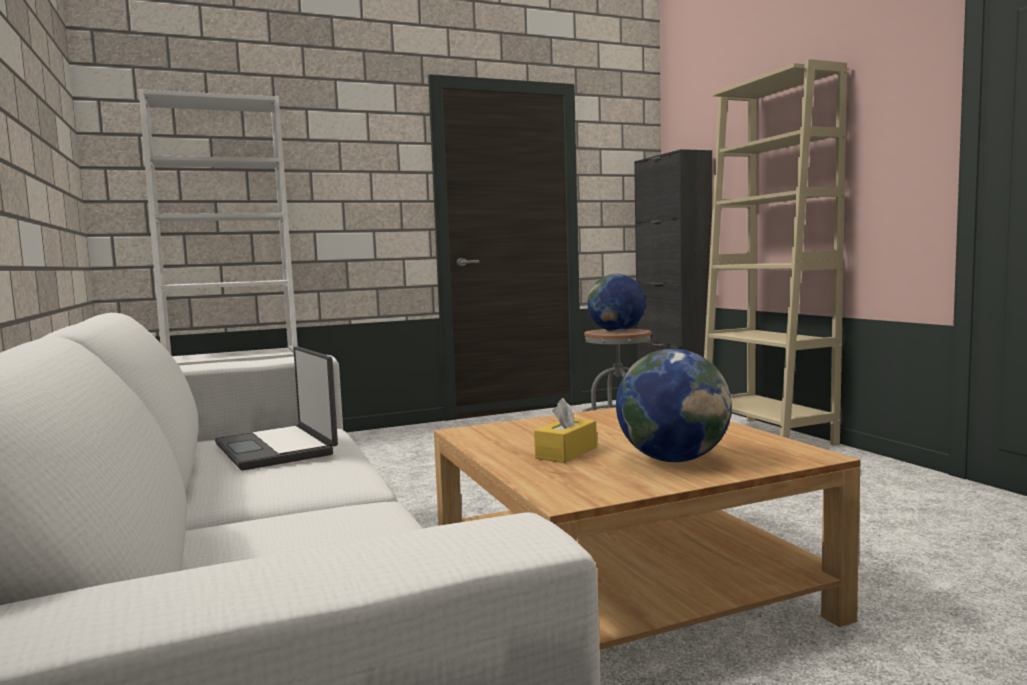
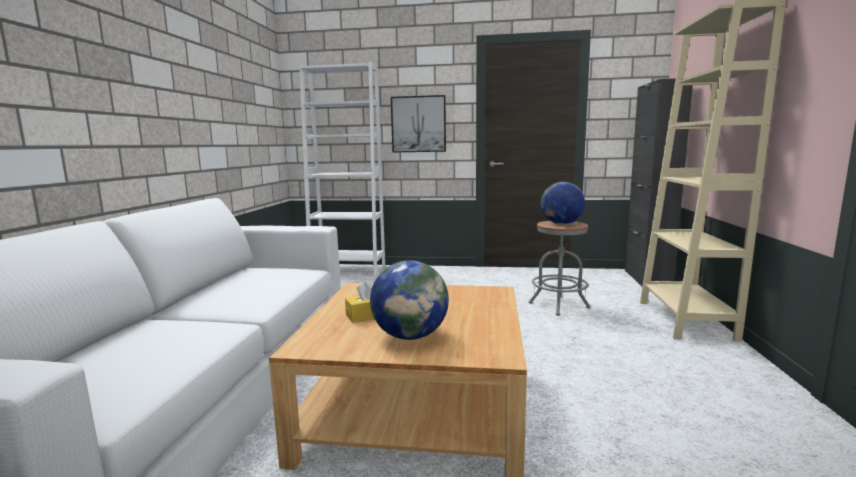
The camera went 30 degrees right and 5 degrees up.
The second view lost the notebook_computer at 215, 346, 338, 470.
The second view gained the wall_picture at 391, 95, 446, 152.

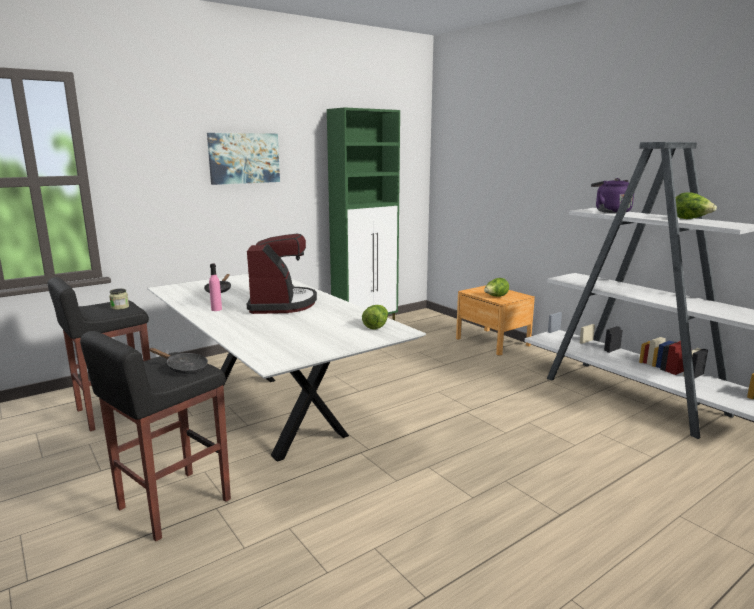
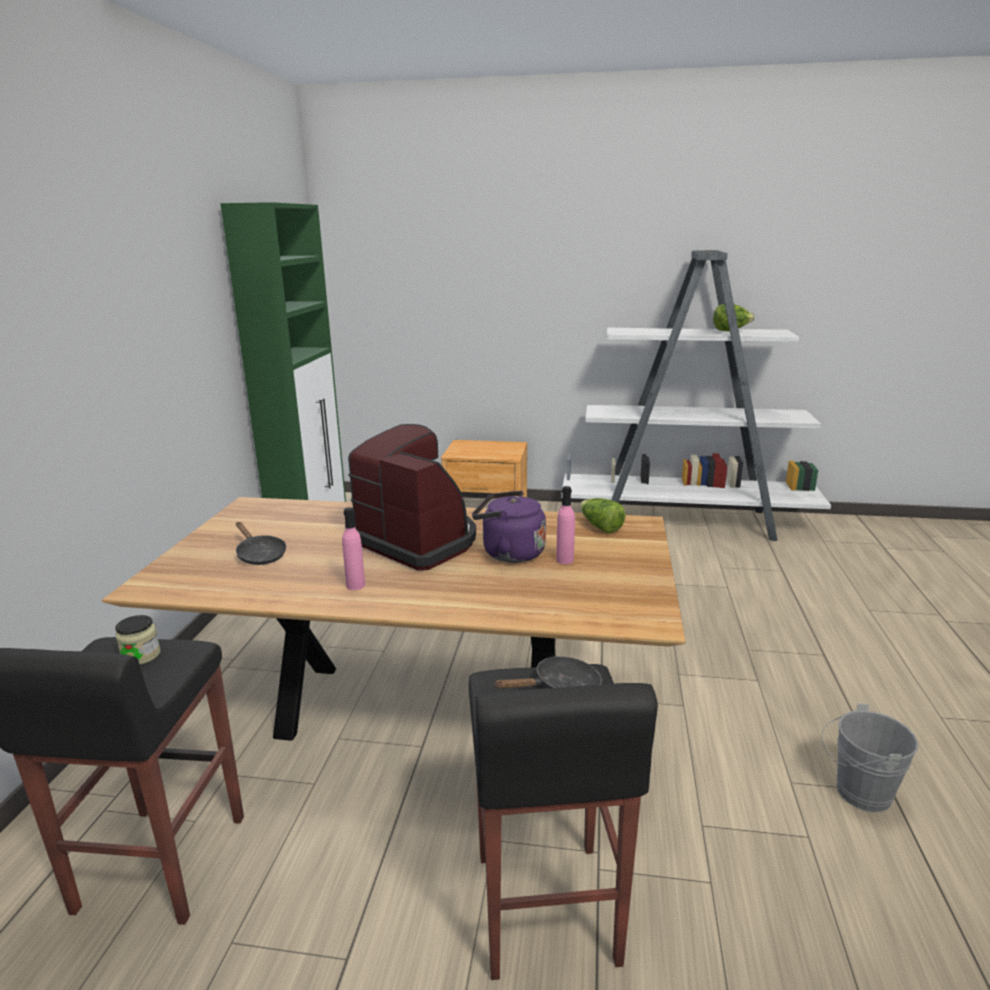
The camera went 45 degrees left and 5 degrees up.
What was the whitish_dining_table at 147, 274, 426, 462 turned into the brownish_dining_table at 102, 497, 686, 741.
The second view lost the wall_picture at 207, 133, 280, 185.
The second view lost the head_of_lettuce at 484, 278, 509, 297.
The purplish_tea_kettle ended up elsewhere, having gone from 591, 178, 634, 213 to 472, 491, 546, 563.
The second view gained the pink_bottle at 556, 486, 575, 564.
The second view gained the grey_pail at 822, 703, 918, 813.

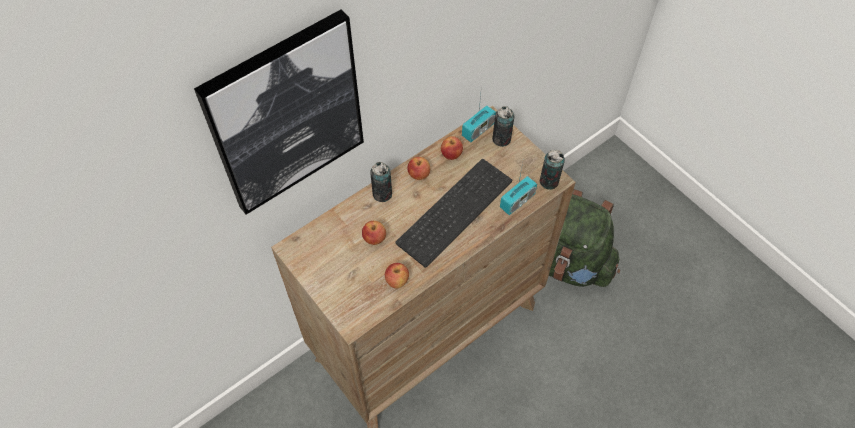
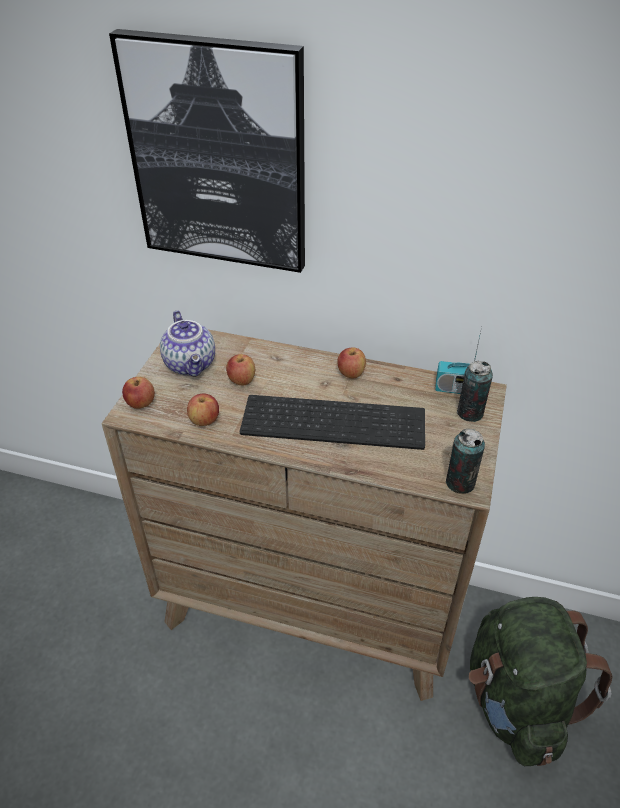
The camera went 55 degrees right and 15 degrees down.
The second view lost the can at 370, 162, 392, 202.
The whole_apple ended up elsewhere, having gone from 441, 136, 463, 160 to 122, 377, 155, 409.
The second view lost the radio at 500, 163, 537, 215.
The second view gained the pot_for_tea at 160, 310, 215, 376.

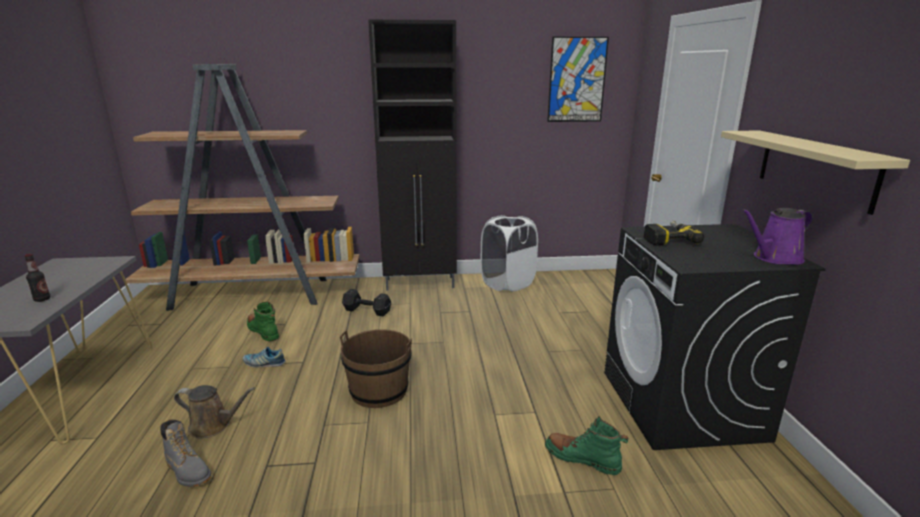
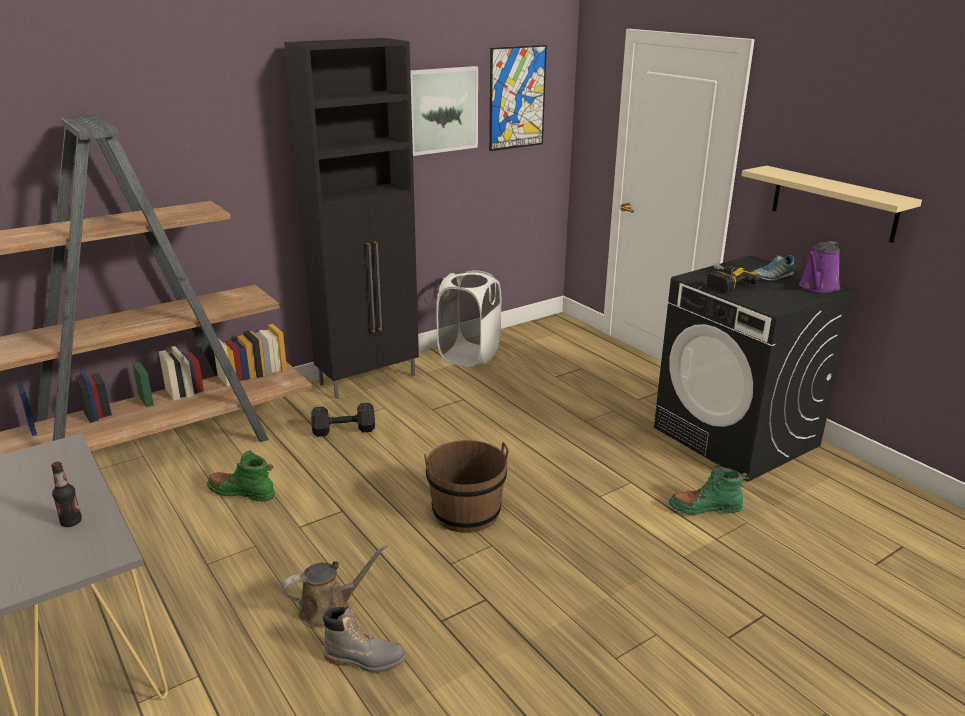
The camera went 30 degrees left and 5 degrees up.
The item_of_footwear ended up elsewhere, having gone from 243, 347, 285, 367 to 753, 255, 794, 281.
The second view gained the wall_picture at 410, 66, 478, 156.

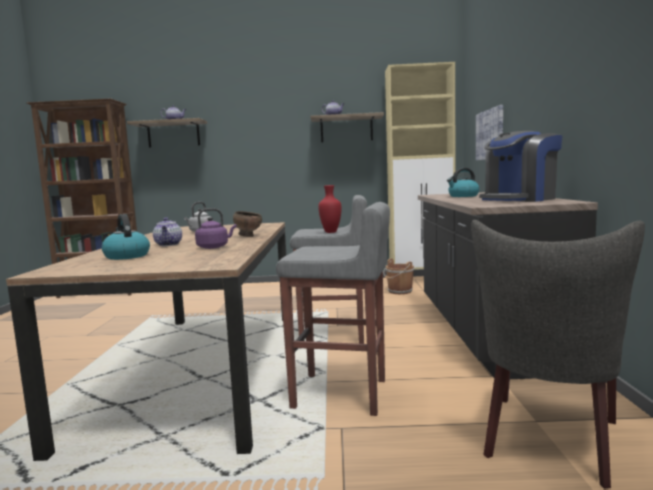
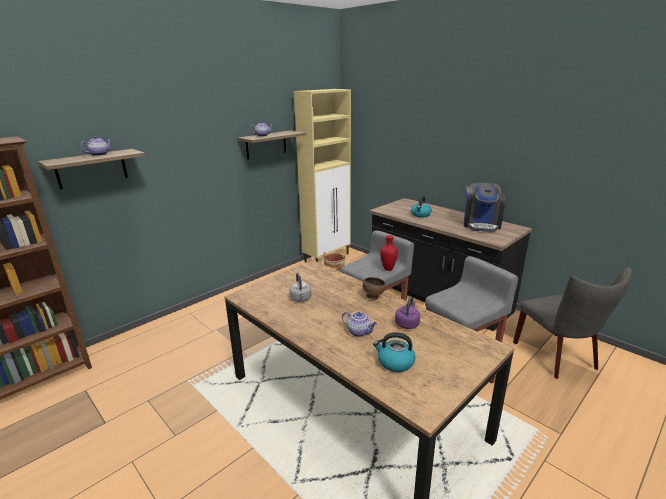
The camera went 45 degrees left and 15 degrees up.
The second view lost the wall_picture at 476, 105, 503, 160.

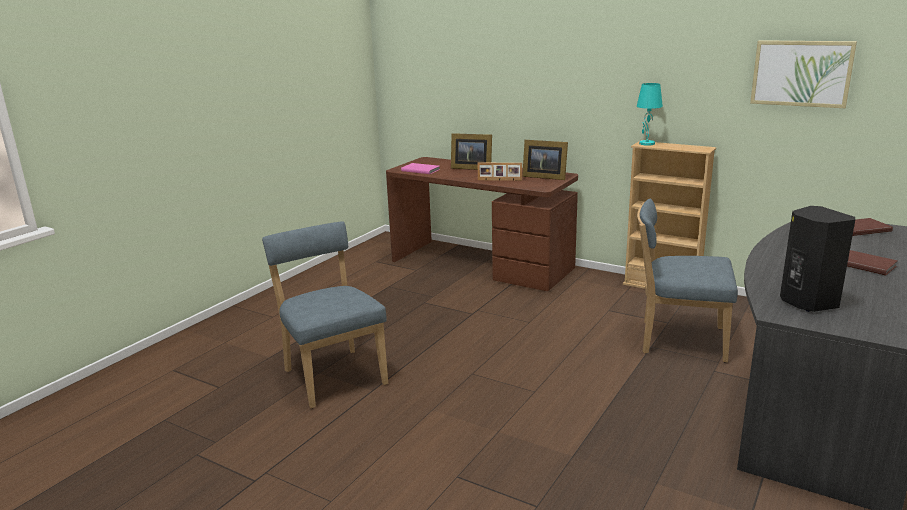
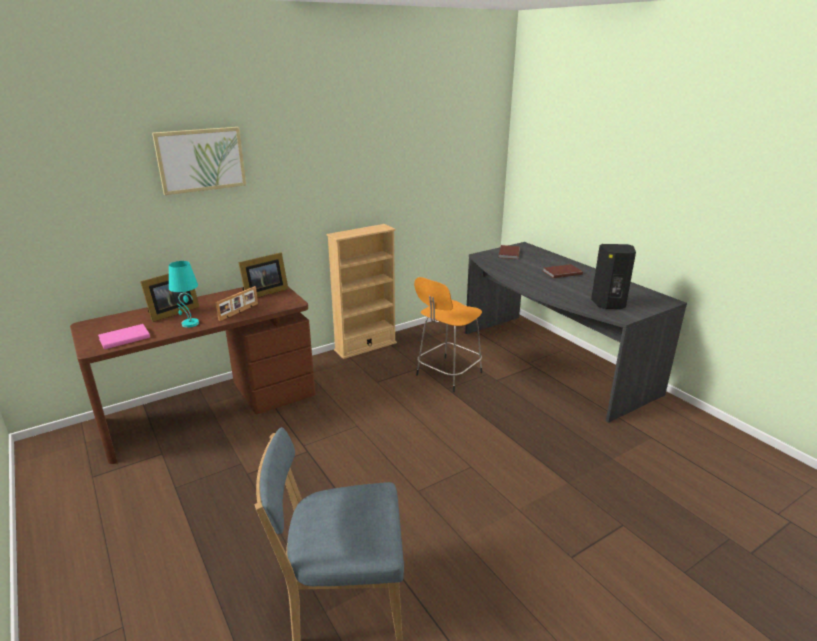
The camera went 65 degrees left and 5 degrees up.
The turquoise-coloured_tabletop_lamp ended up elsewhere, having gone from 637, 83, 663, 146 to 169, 261, 199, 328.
Where the bluish_chair stood at 637, 198, 738, 363, the orange-coloured_sitting_stool came to stand at 414, 277, 482, 392.
The wall_picture ended up elsewhere, having gone from 750, 40, 857, 108 to 152, 127, 246, 195.

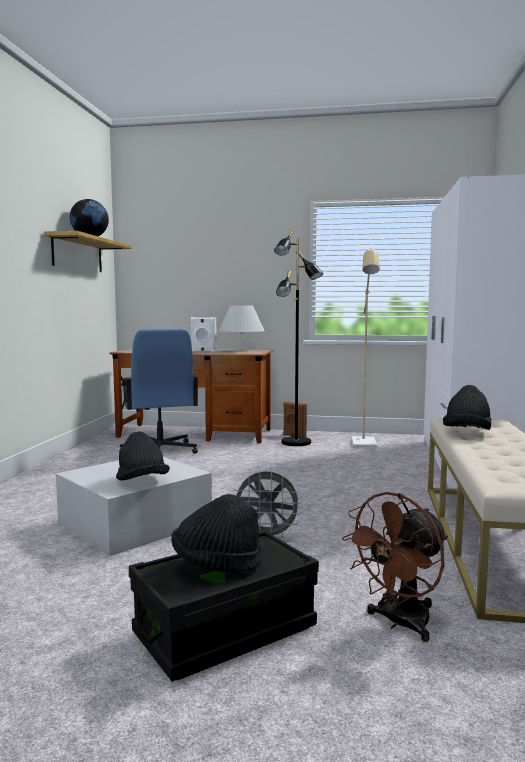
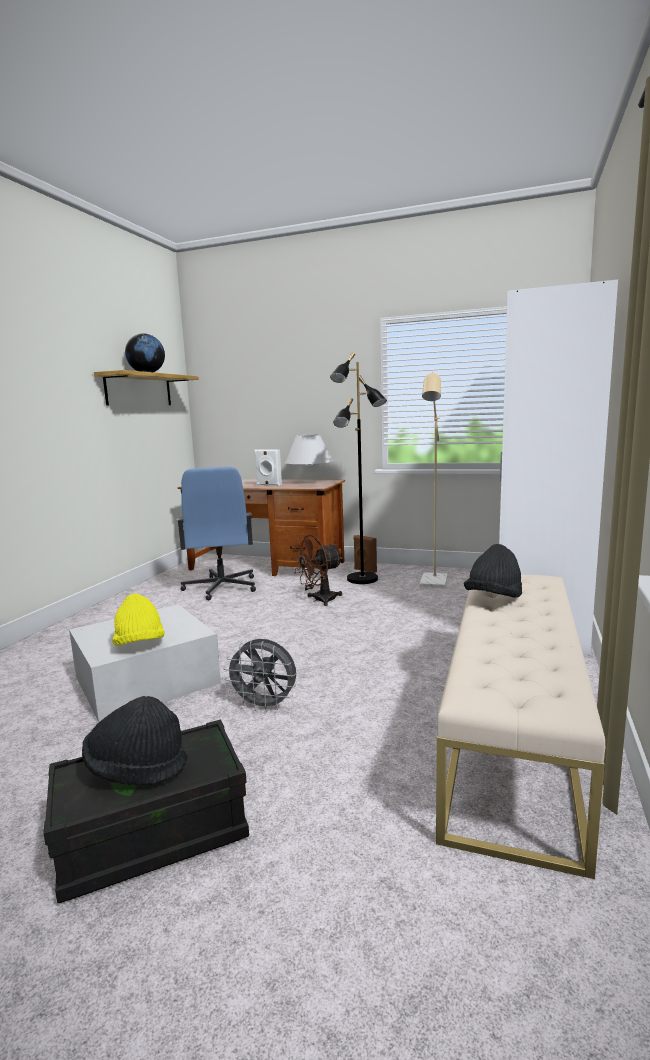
The camera went 10 degrees right and 5 degrees up.
What was the black-coloured_hat at 116, 432, 170, 480 turned into the yellowish_hat at 112, 593, 165, 646.
The brownish_cooling_fan ended up elsewhere, having gone from 342, 492, 448, 642 to 291, 535, 343, 606.

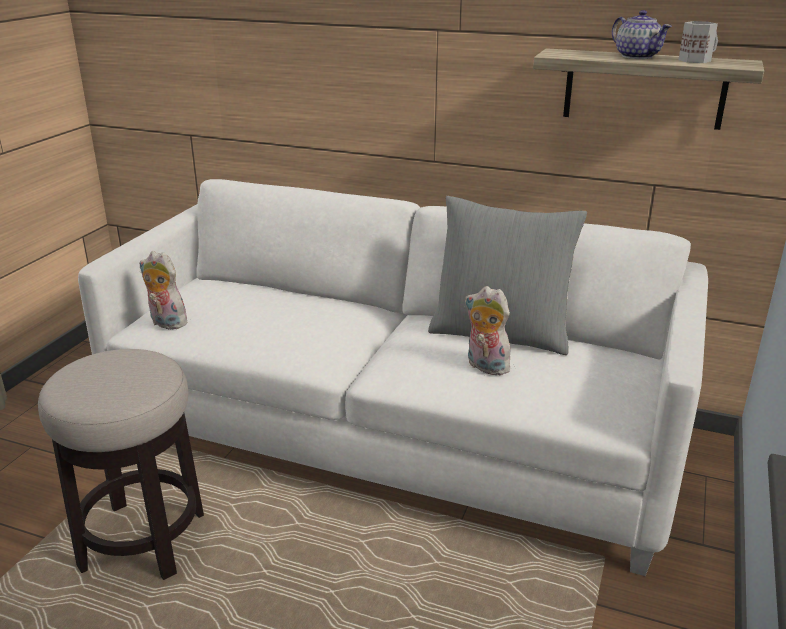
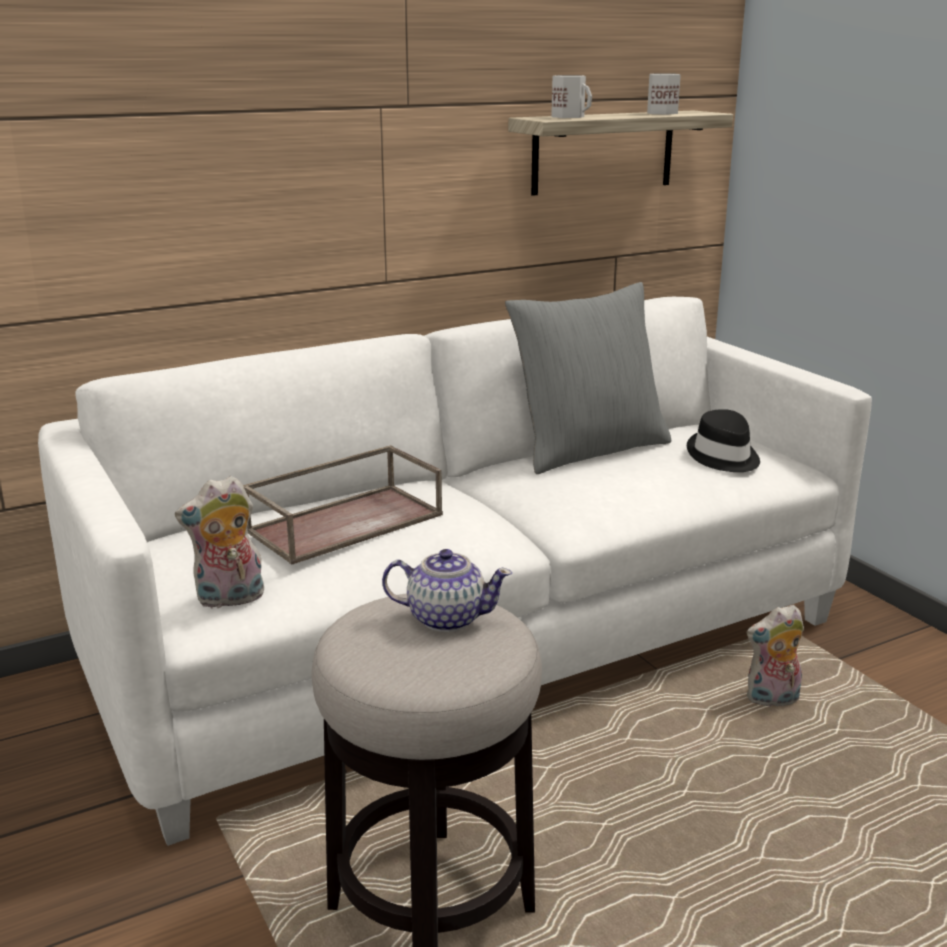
The camera went 50 degrees left and 5 degrees down.
The soft_toy ended up elsewhere, having gone from 465, 286, 510, 375 to 747, 605, 804, 707.
The pot_for_tea ended up elsewhere, having gone from 612, 10, 672, 59 to 382, 549, 512, 632.
The second view gained the brownish_carrying_tray at 243, 445, 443, 565.
The second view gained the whitish_tea_mug at 551, 75, 592, 118.
The second view gained the black-coloured_hat at 687, 409, 760, 472.

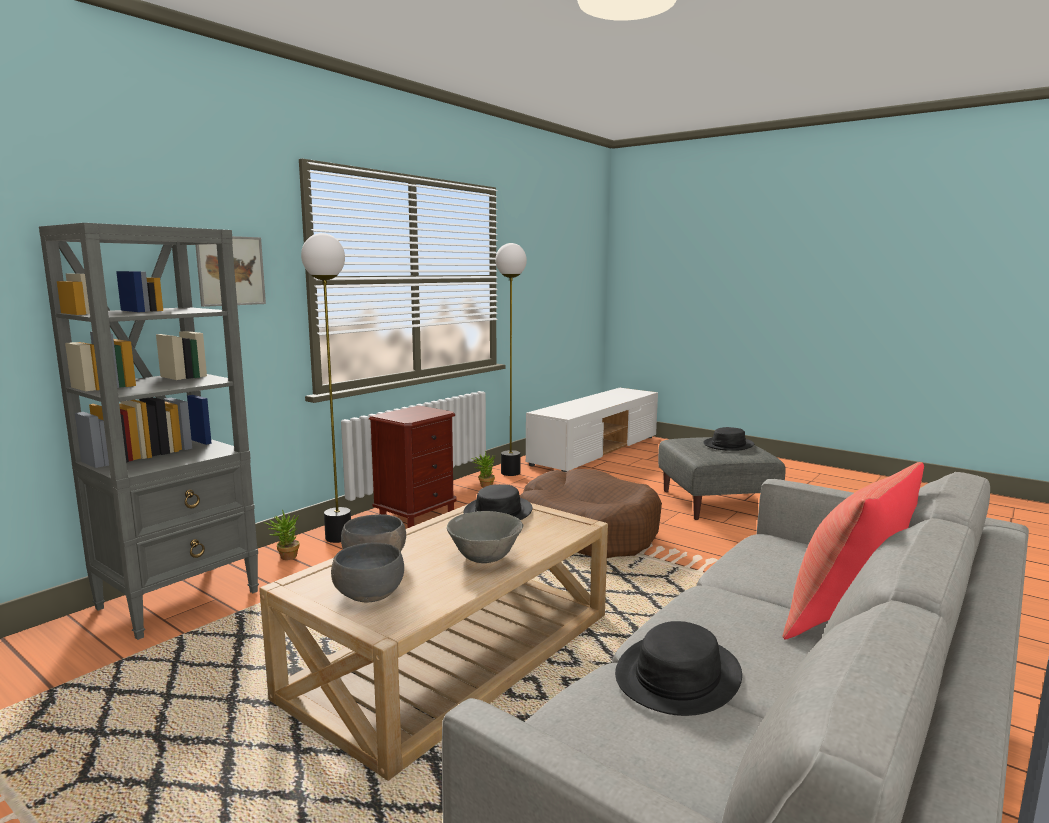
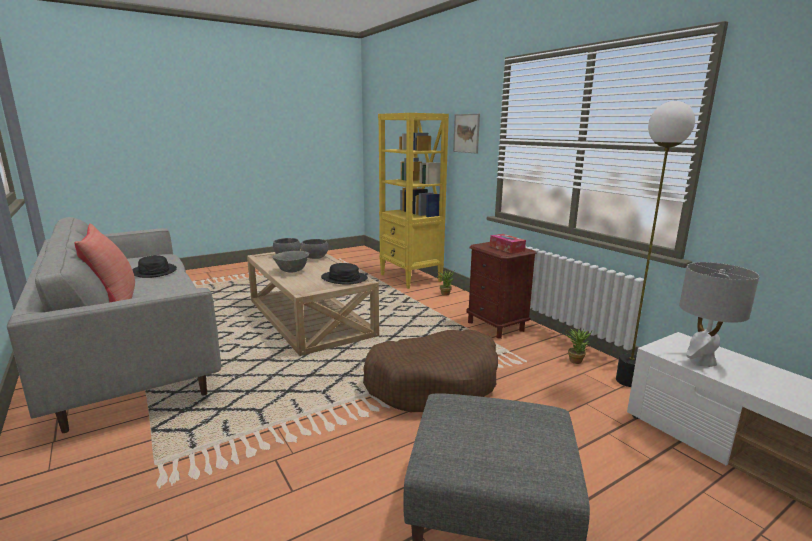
The camera went 110 degrees right and 5 degrees up.
What was the grey_bookcase at 39, 223, 259, 640 turned into the yellowish_bookcase at 378, 113, 449, 289.
The second view lost the floor_lamp at 301, 233, 351, 543.
The second view lost the black-coloured_hat at 703, 427, 754, 451.
The second view gained the box_of_tissues at 490, 234, 526, 254.
The second view gained the grey_tabletop_lamp at 679, 262, 760, 367.

